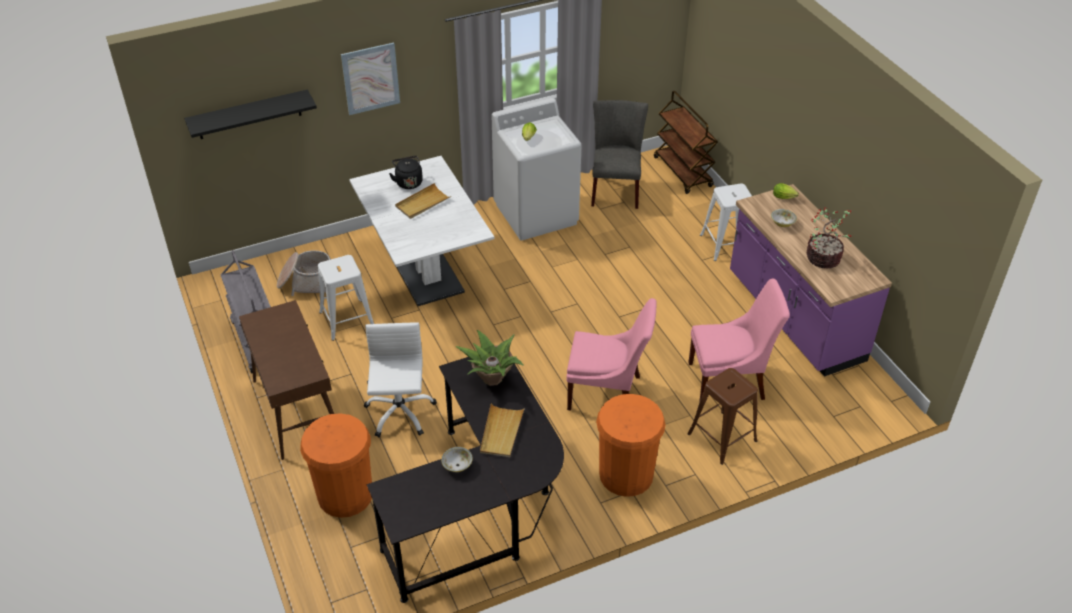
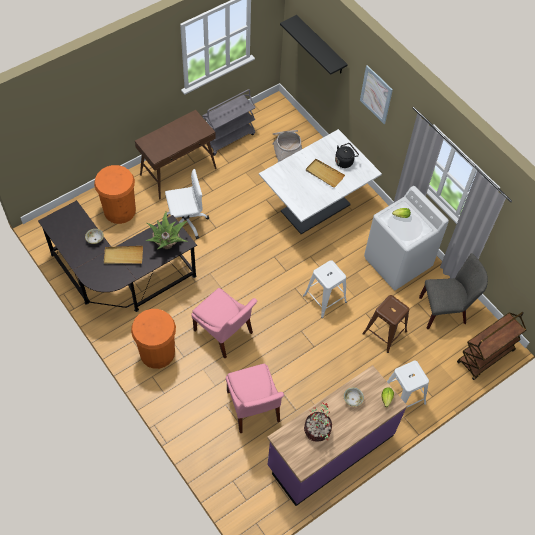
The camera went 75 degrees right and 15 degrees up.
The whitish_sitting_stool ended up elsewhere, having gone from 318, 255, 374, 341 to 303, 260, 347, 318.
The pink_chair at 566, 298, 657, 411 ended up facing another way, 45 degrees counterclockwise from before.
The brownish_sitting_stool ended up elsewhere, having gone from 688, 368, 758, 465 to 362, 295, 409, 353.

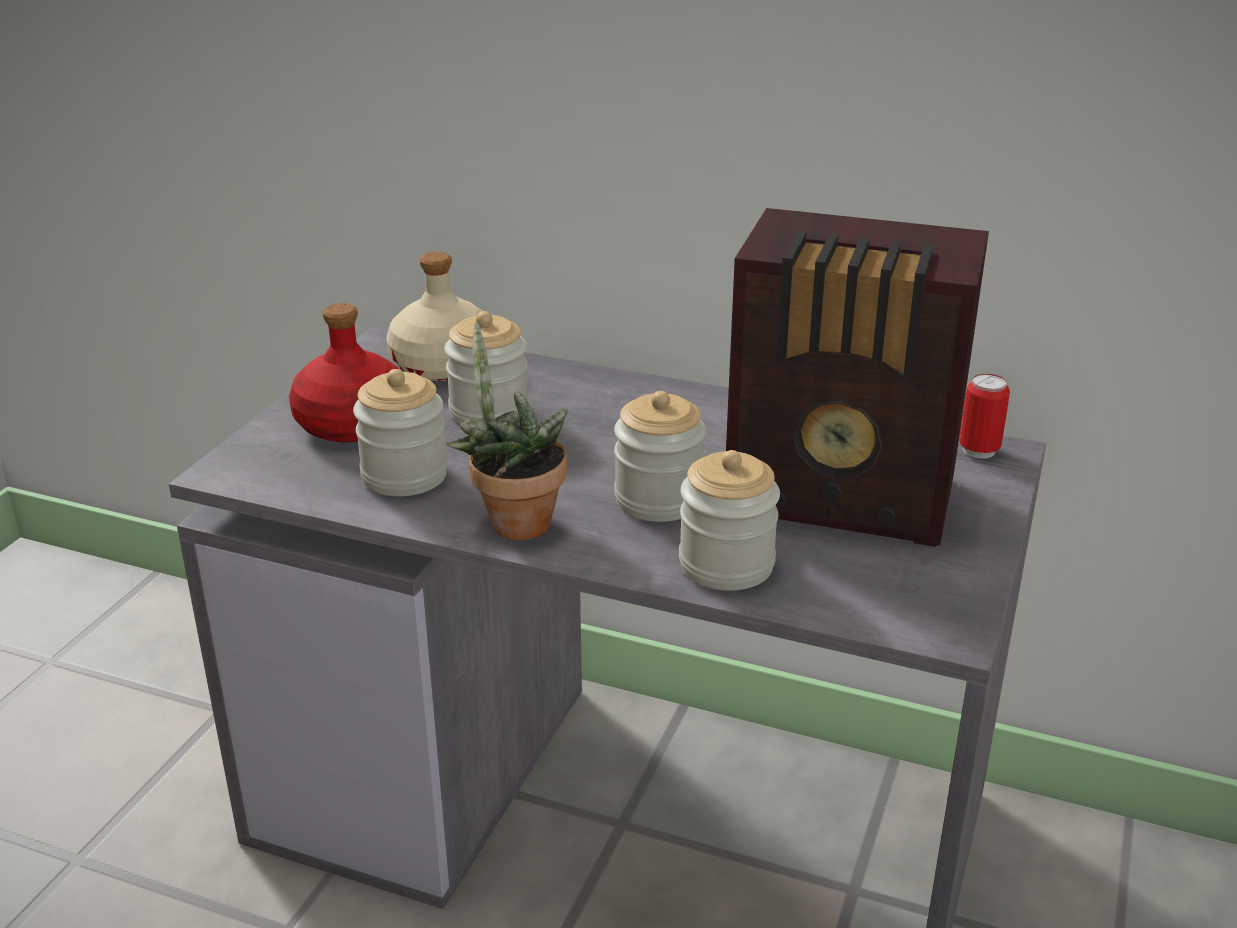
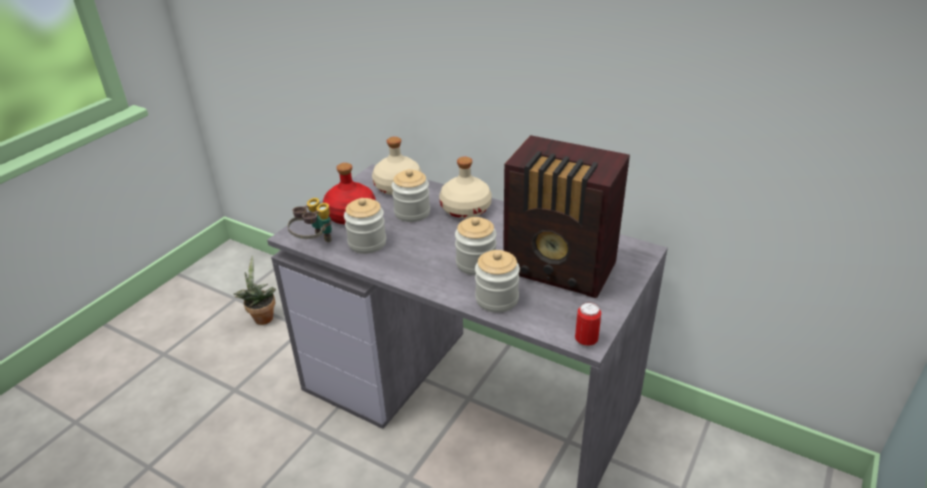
The camera went 10 degrees right and 5 degrees up.
The potted_plant ended up elsewhere, having gone from 446, 321, 568, 540 to 233, 255, 276, 325.
The can ended up elsewhere, having gone from 959, 374, 1010, 459 to 575, 302, 601, 347.
The second view gained the binoculars at 287, 198, 332, 242.
The second view gained the beige-coloured_bottle at 439, 157, 492, 218.

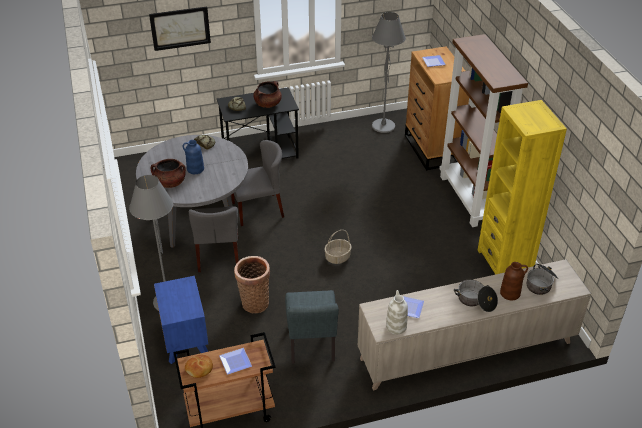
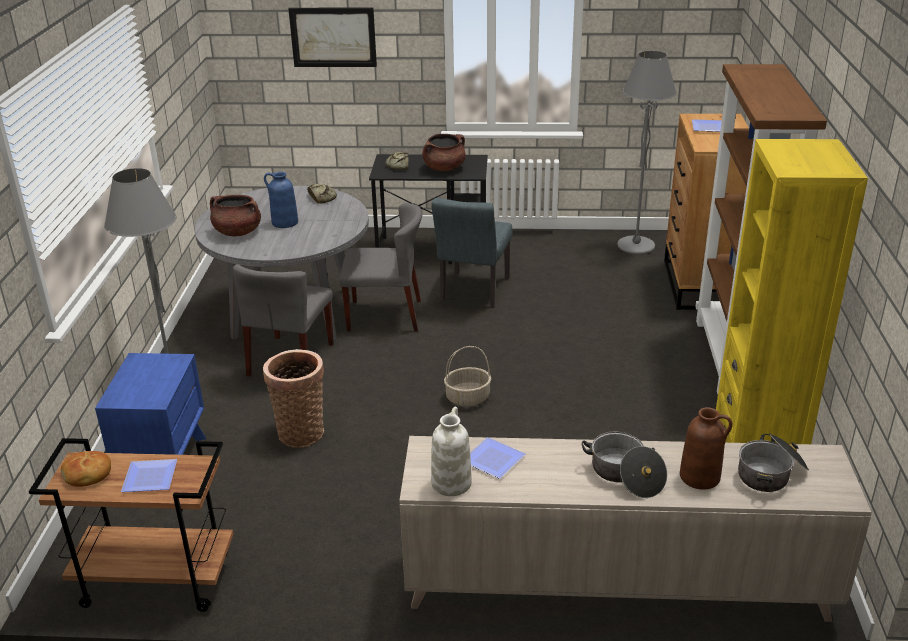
The camera went 20 degrees right and 10 degrees down.
The grey_chair ended up elsewhere, having gone from 285, 290, 339, 364 to 431, 198, 512, 308.

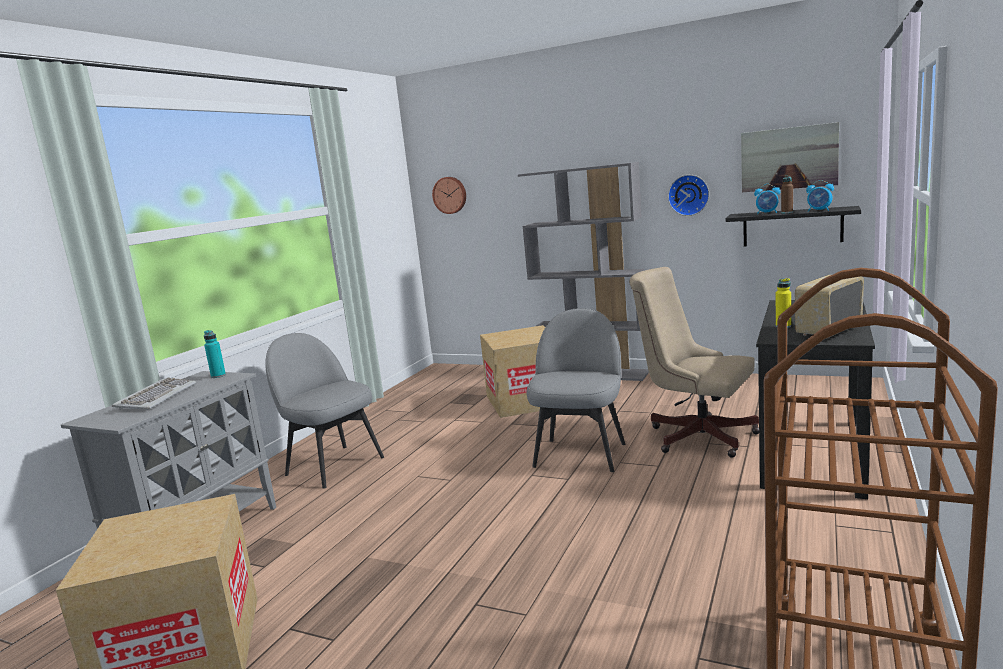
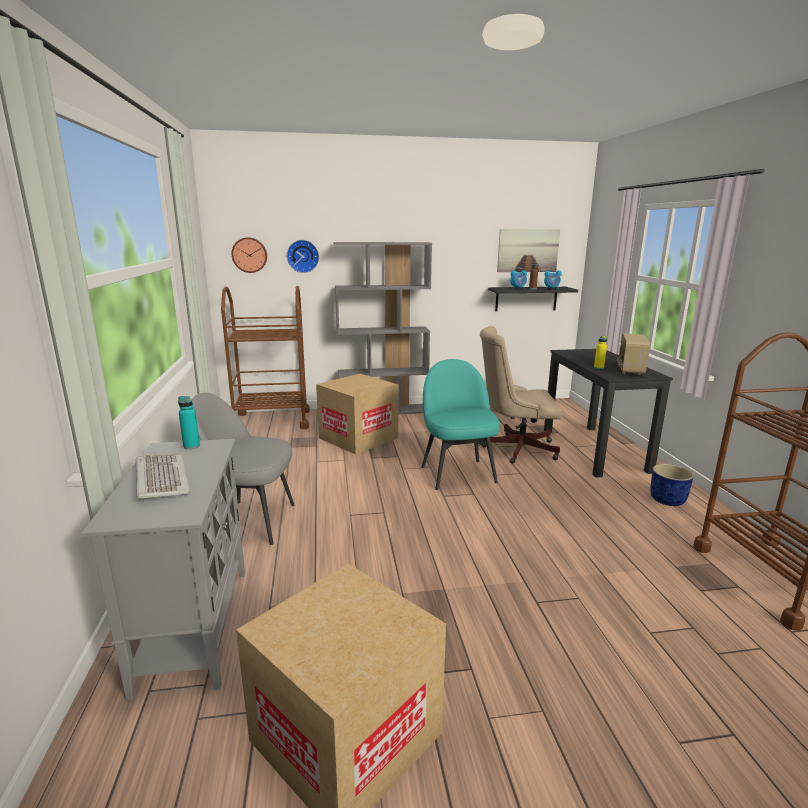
The camera went 35 degrees left and 5 degrees up.
What was the grey_chair at 526, 308, 626, 472 turned into the turquoise-coloured_chair at 421, 359, 500, 490.
The wall_clock ended up elsewhere, having gone from 668, 175, 709, 216 to 287, 240, 319, 273.
The second view gained the brownish_trolley at 221, 286, 310, 429.
The second view gained the bluish_flower_pot at 650, 464, 694, 506.

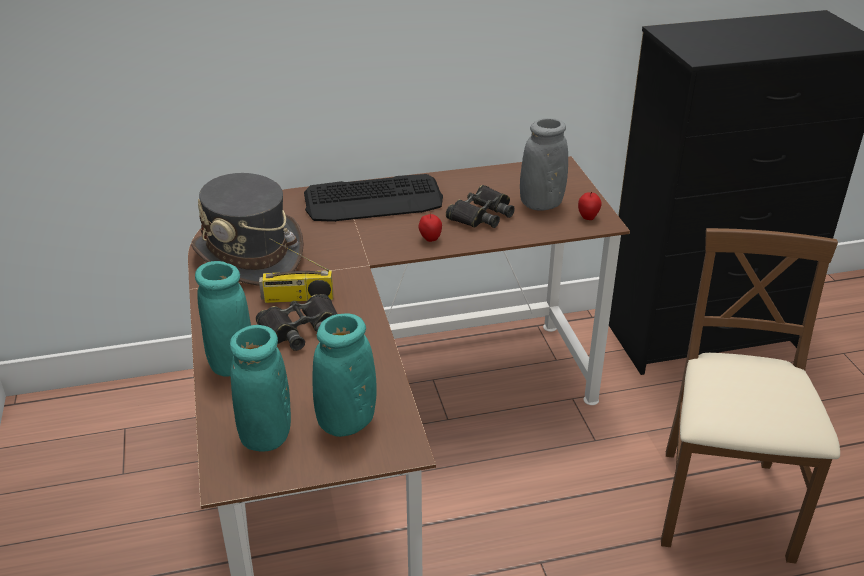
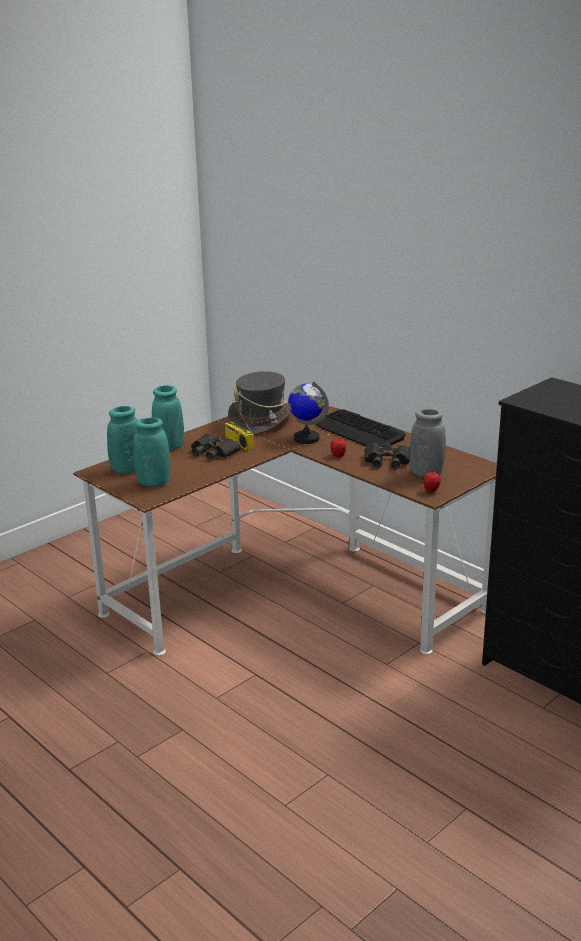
The camera went 60 degrees right and 10 degrees down.
The second view lost the brownish_chair at 661, 228, 840, 564.
The second view gained the globe at 288, 382, 329, 444.

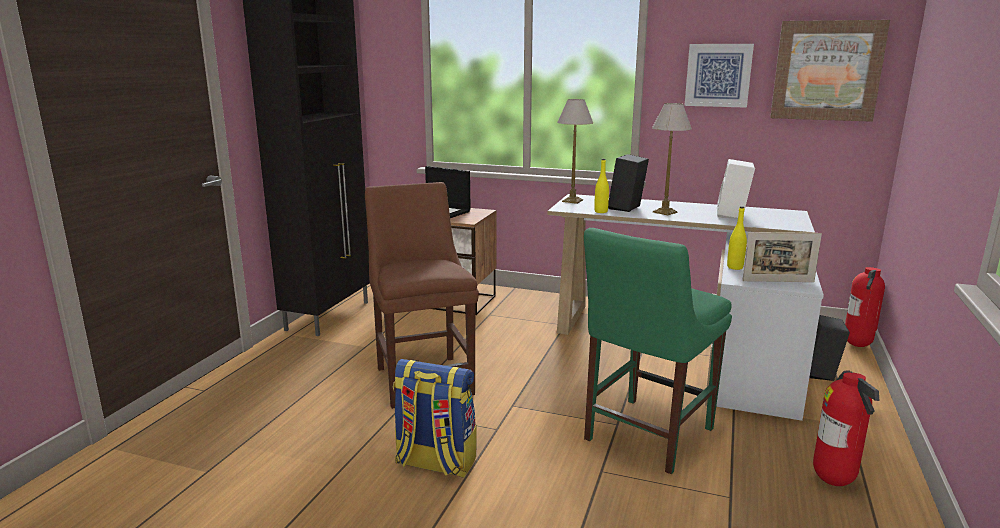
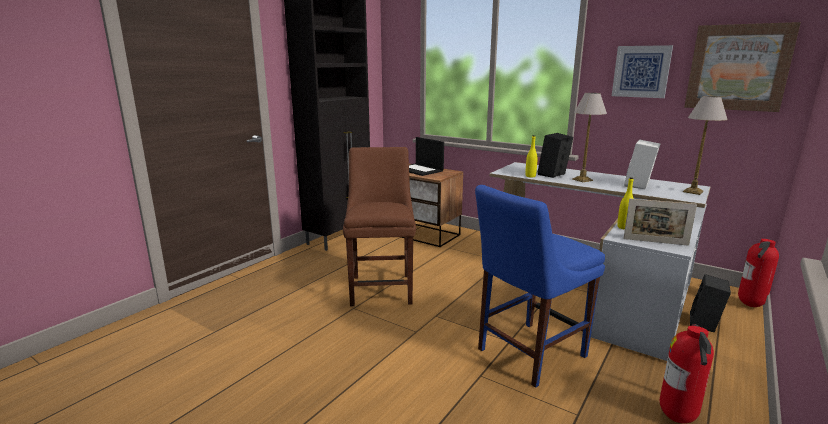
The camera went 15 degrees right and 0 degrees up.
The second view lost the backpack at 393, 359, 477, 478.
The tabletop_lamp ended up elsewhere, having gone from 557, 99, 593, 204 to 683, 96, 728, 195.
What was the green-coloured_chair at 584, 228, 732, 474 turned into the bluish_chair at 475, 185, 605, 388.

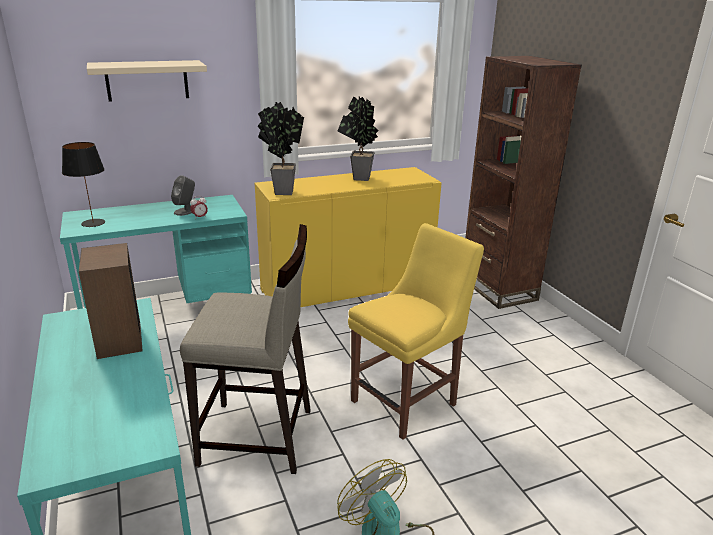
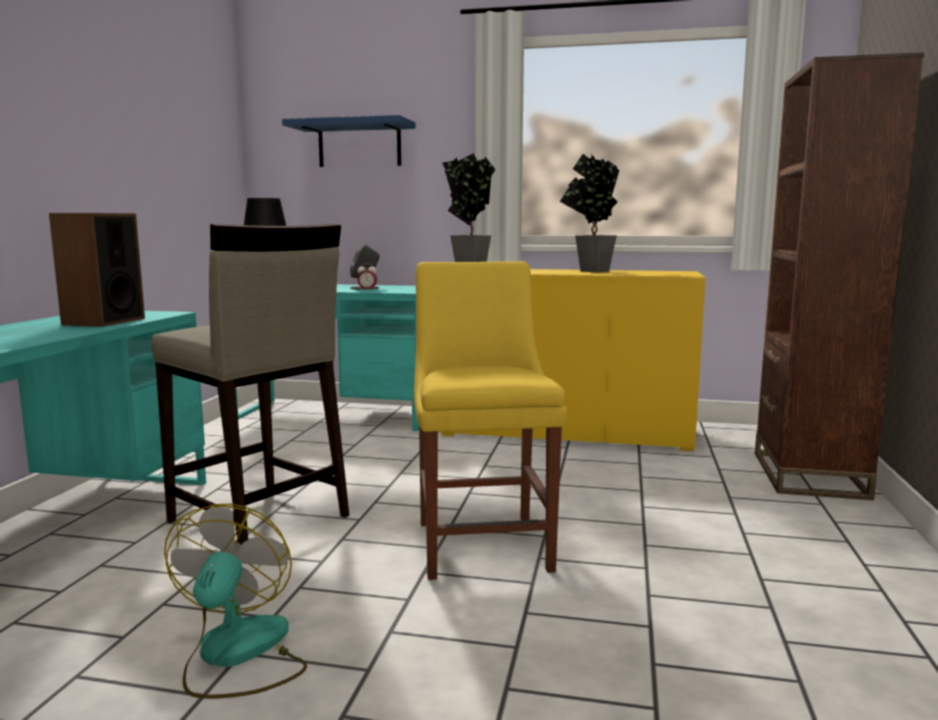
The camera went 35 degrees right and 15 degrees down.
What was the beige-coloured_wall_shelf at 87, 60, 207, 102 turned into the bluish_wall_shelf at 282, 115, 415, 167.
The yellowish_chair at 348, 223, 484, 440 ended up facing another way, 90 degrees counterclockwise from before.

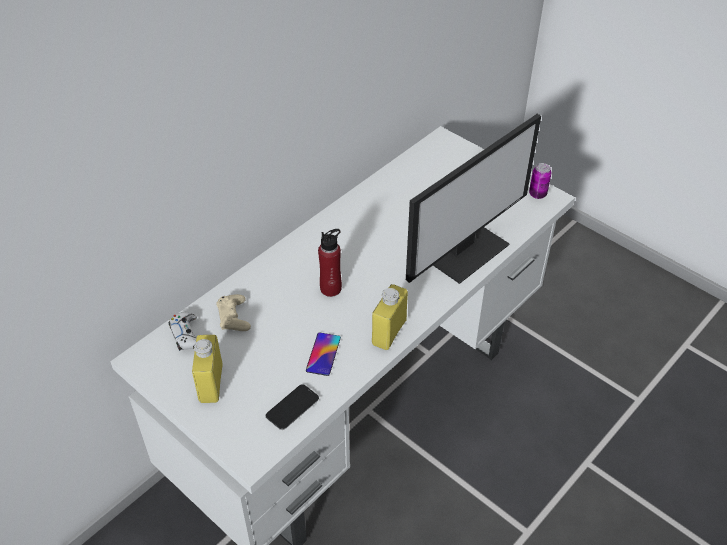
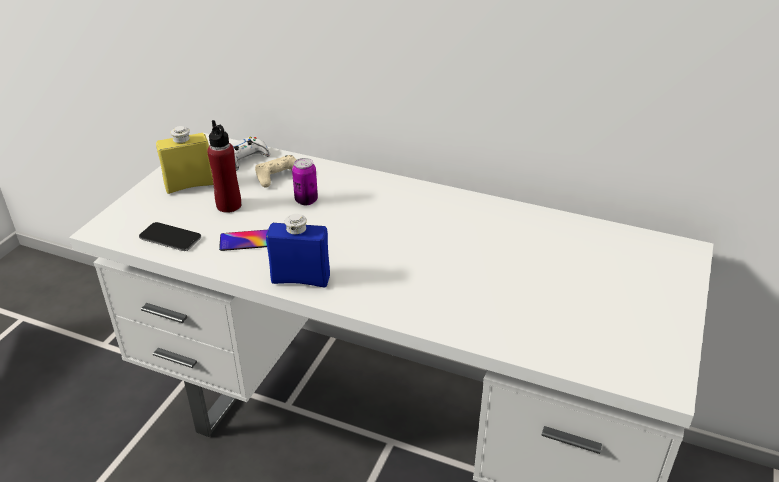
The camera went 70 degrees right and 10 degrees down.
The red-coloured_bottle ended up elsewhere, having gone from 318, 229, 342, 297 to 207, 120, 241, 213.
What was the yellowish_bottle at 372, 284, 408, 350 turned into the bluish_bottle at 266, 214, 330, 287.
The second view lost the computer_display at 406, 114, 541, 284.
The can ended up elsewhere, having gone from 529, 163, 551, 199 to 292, 158, 318, 205.

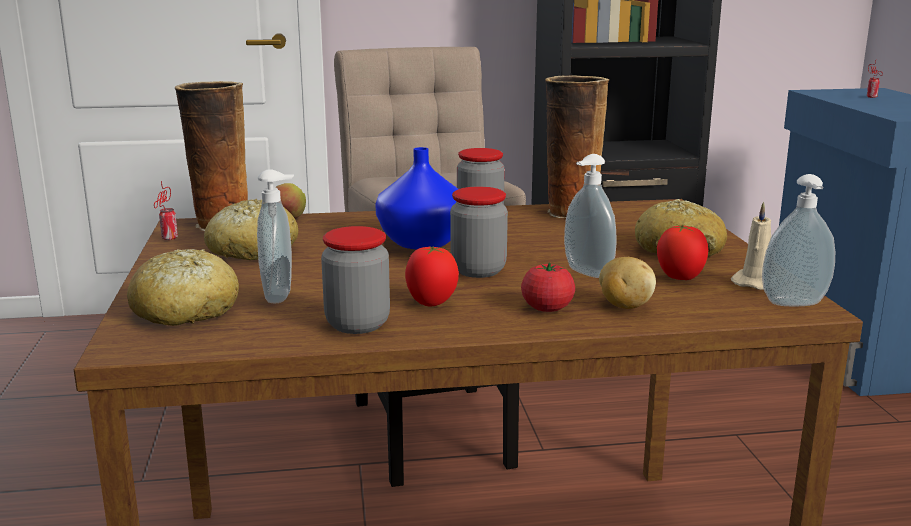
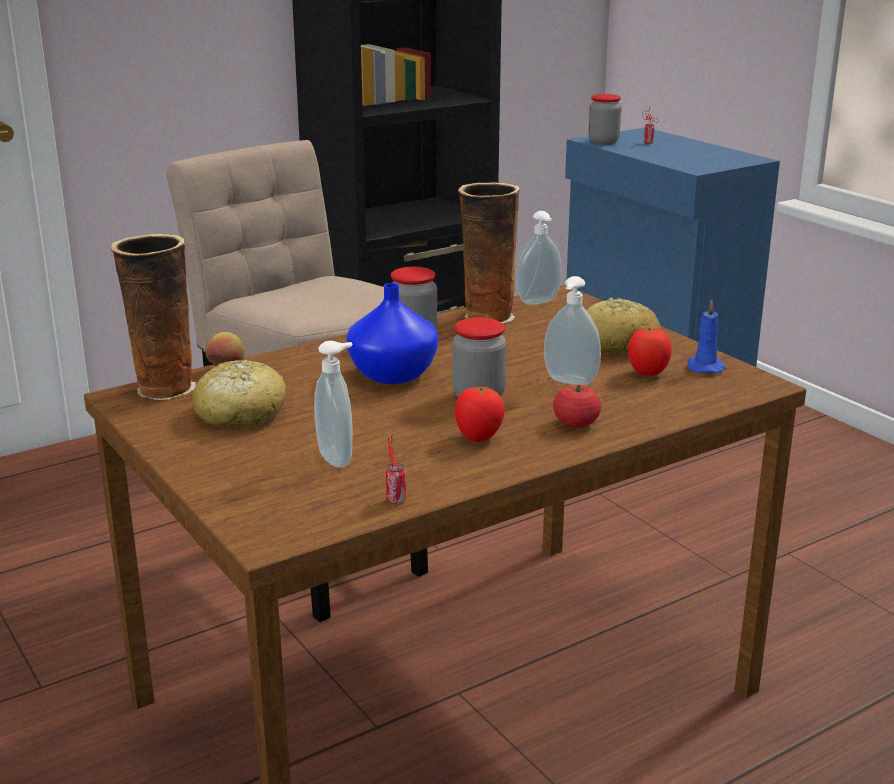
The camera went 25 degrees left and 5 degrees up.
The second view lost the bakery_bread at 127, 249, 239, 326.
The can ended up elsewhere, having gone from 154, 181, 178, 240 to 386, 434, 406, 503.
The jar ended up elsewhere, having gone from 321, 226, 390, 334 to 588, 94, 621, 144.
The second view lost the whole_potato at 599, 257, 656, 309.
What was the beige-coloured_candle at 731, 202, 771, 290 turned into the bluish_candle at 688, 300, 725, 374.
The soap_dispenser ended up elsewhere, having gone from 762, 174, 835, 306 to 517, 211, 562, 305.

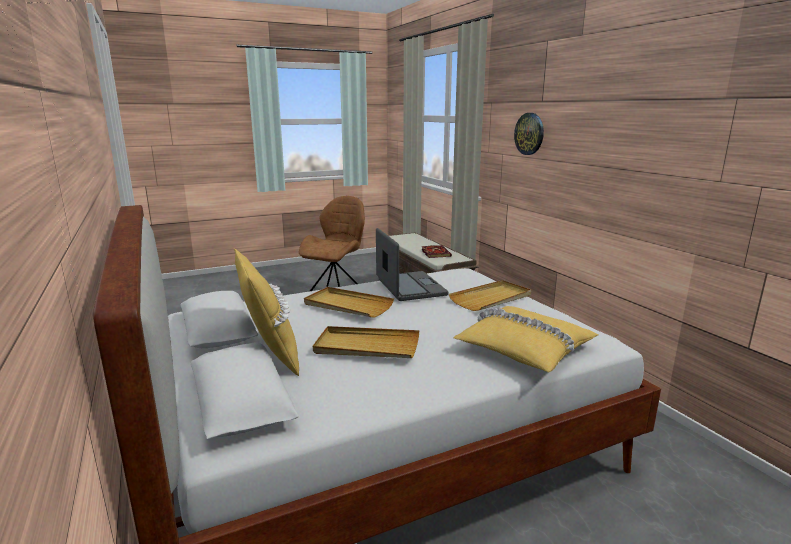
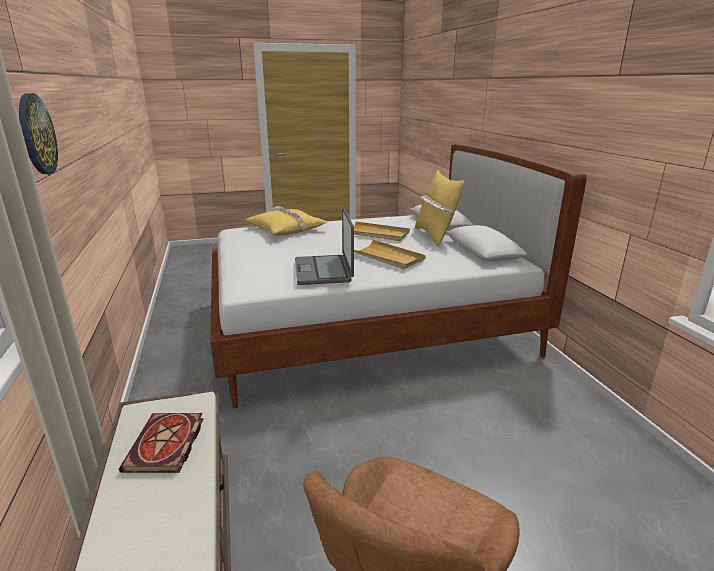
The camera went 170 degrees left and 5 degrees up.
The second view lost the beige-coloured_carrying_tray at 449, 280, 531, 311.

